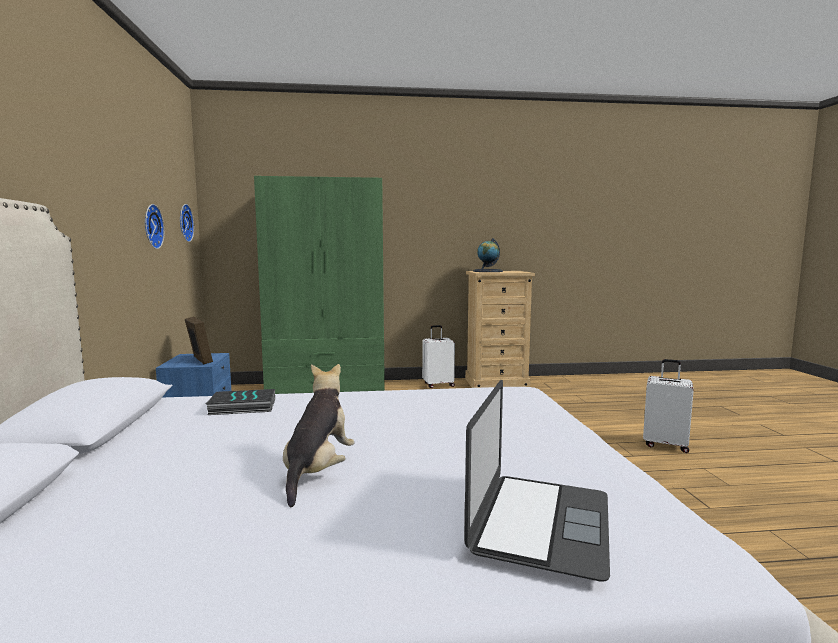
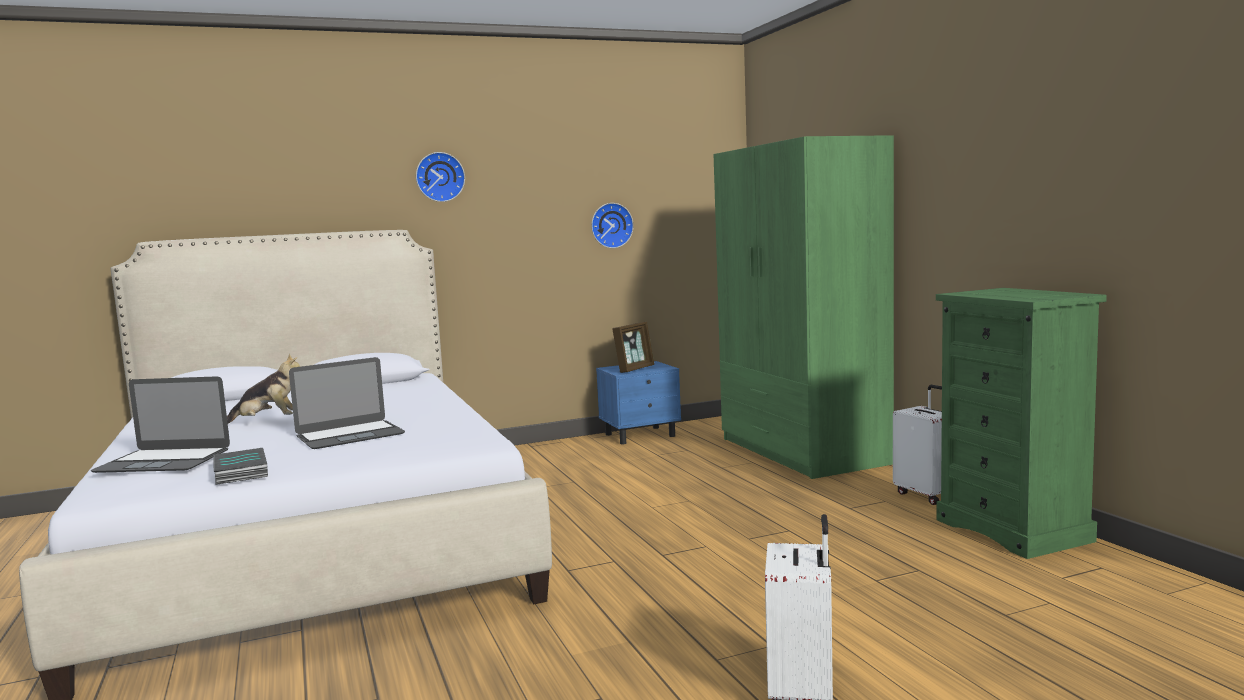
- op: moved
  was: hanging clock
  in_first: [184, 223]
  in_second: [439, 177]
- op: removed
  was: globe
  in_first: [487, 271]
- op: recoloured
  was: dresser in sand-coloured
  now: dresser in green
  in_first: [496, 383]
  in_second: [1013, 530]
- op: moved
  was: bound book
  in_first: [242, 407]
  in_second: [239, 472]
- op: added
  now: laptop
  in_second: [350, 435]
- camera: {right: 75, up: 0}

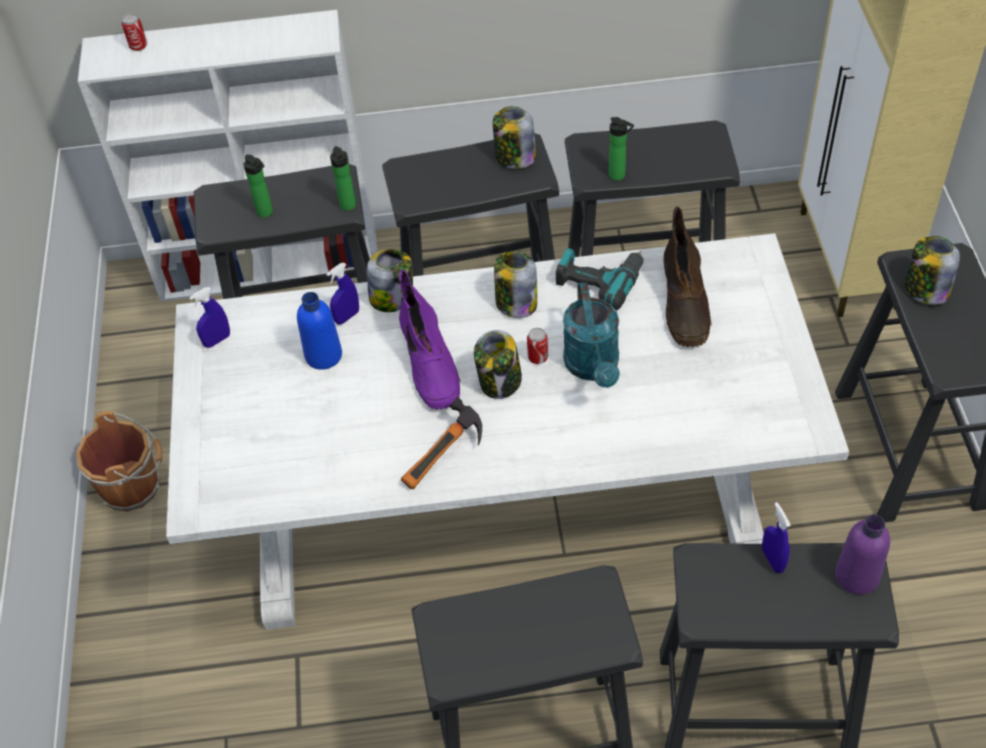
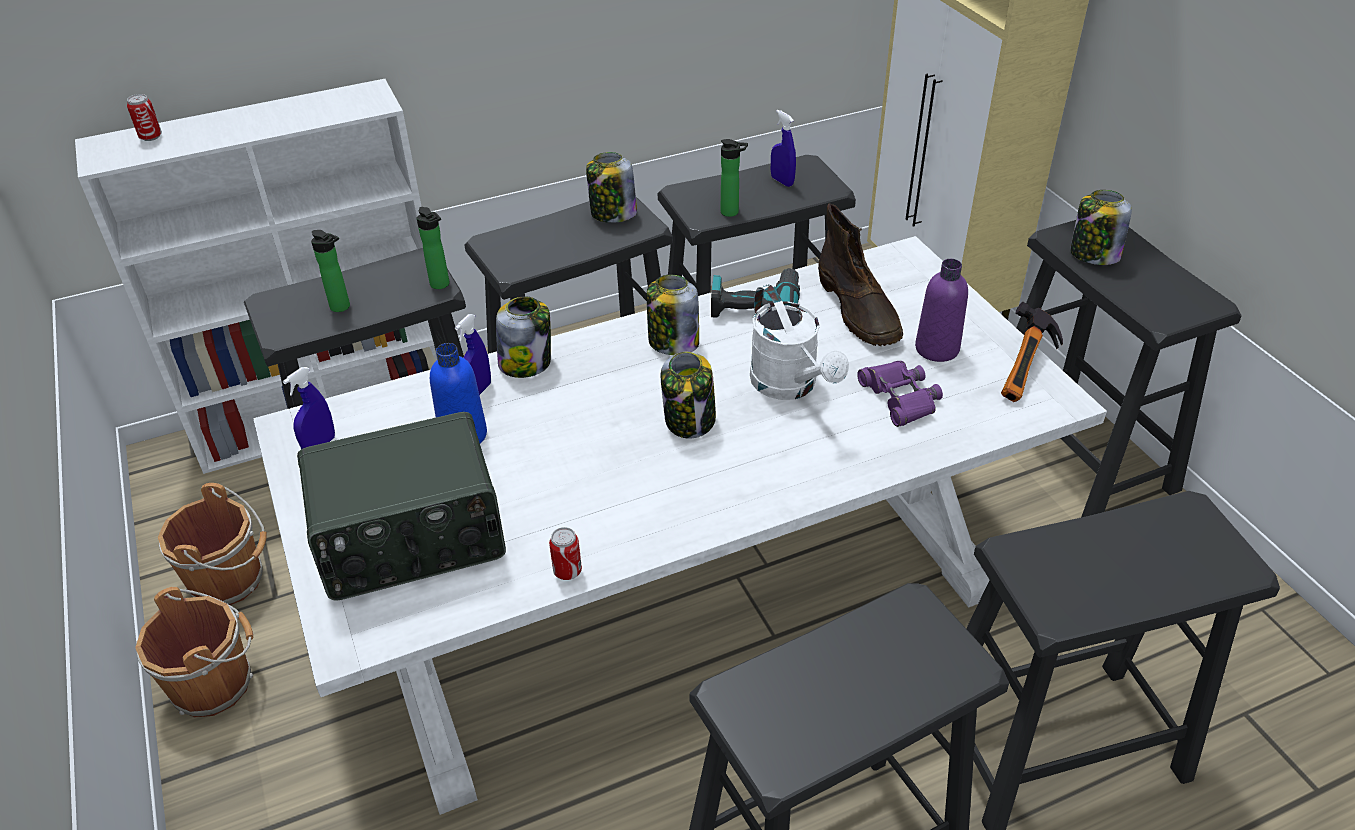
- op: removed
  was: tall boot in purplish
  in_first: [431, 364]
- op: recoloured
  was: sprinkling can in turquoise
  now: sprinkling can in white-coloured
  in_first: [594, 367]
  in_second: [790, 386]
- op: moved
  was: sealed can
  in_first: [538, 358]
  in_second: [567, 571]
- op: moved
  was: tool hammer
  in_first: [446, 460]
  in_second: [1028, 371]
- op: moved
  was: hand sprayer in blue-coloured
  in_first: [772, 560]
  in_second: [782, 181]
- op: moved
  was: bottle in purplish
  in_first: [857, 576]
  in_second: [937, 349]
- op: added
  now: field glasses in purplish
  in_second: [899, 398]
- op: added
  now: radio
  in_second: [411, 539]
- op: added
  now: pail in brownish
  in_second: [231, 580]
- camera: {right: -20, up: -10}

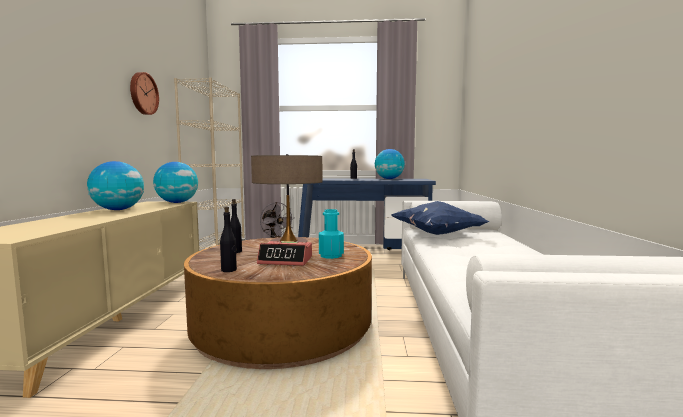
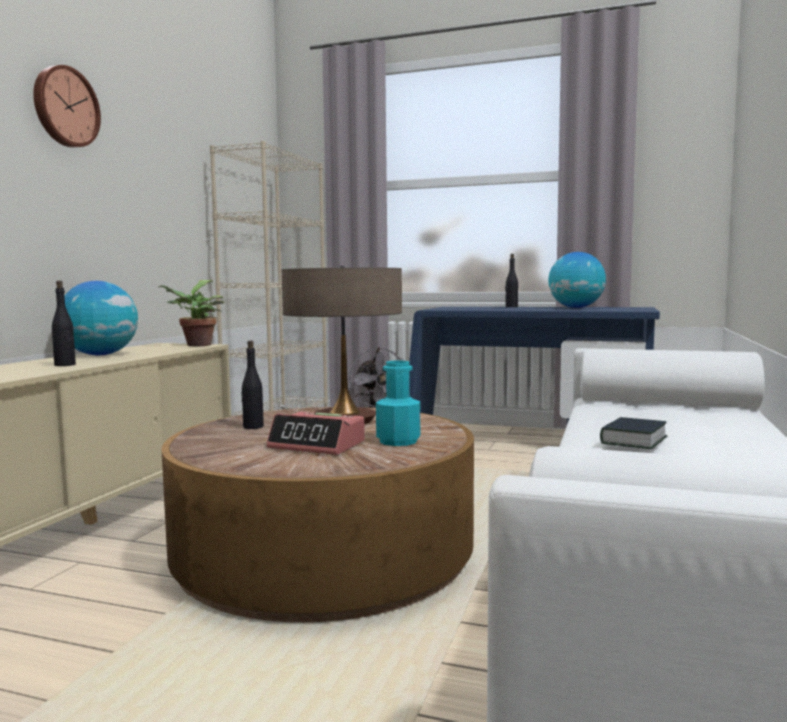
- op: moved
  was: hanging clock
  in_first: [142, 93]
  in_second: [64, 107]
- op: replaced
  was: globe
  now: potted plant
  in_first: [177, 202]
  in_second: [196, 345]
- op: removed
  was: pillow in blue-coloured
  in_first: [437, 234]
- op: moved
  was: bottle in black
  in_first: [229, 270]
  in_second: [65, 365]
- op: added
  now: bound book
  in_second: [633, 440]
- camera: {right: 15, up: 0}

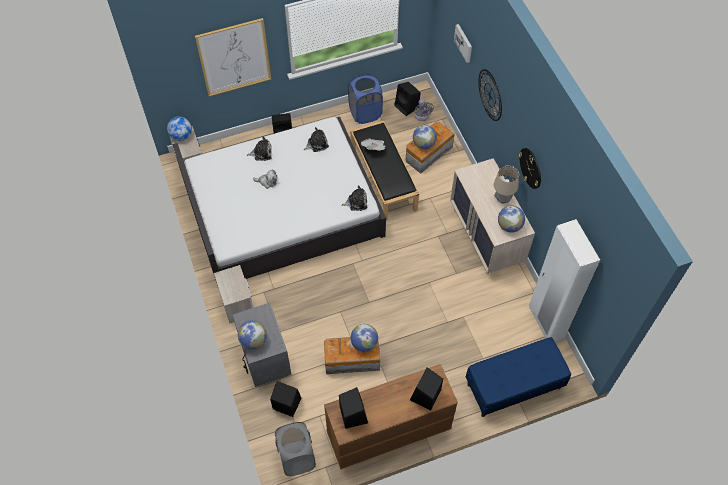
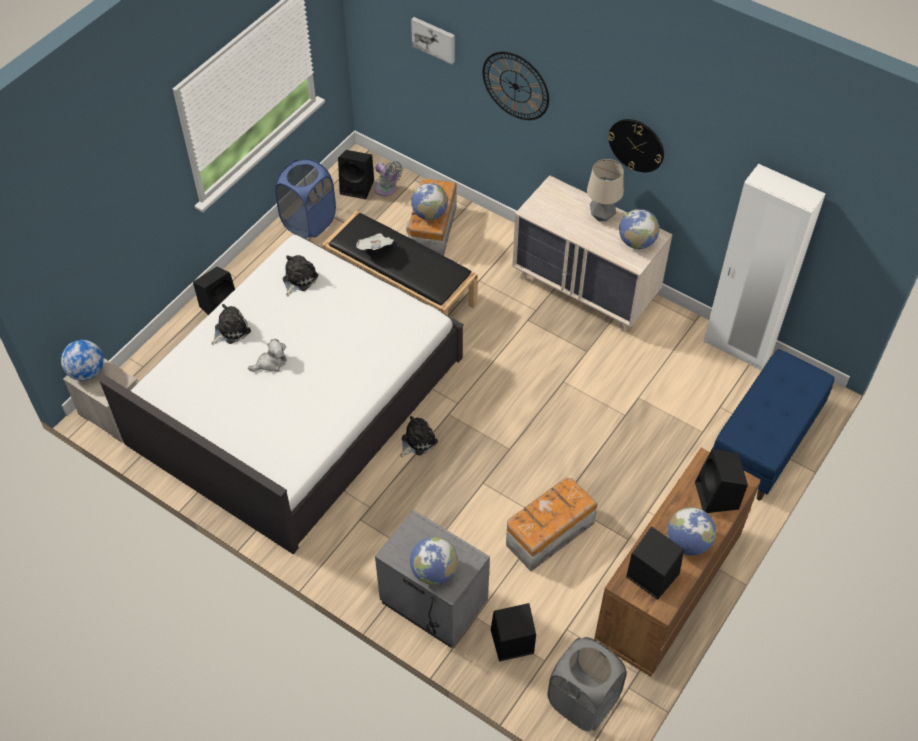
- op: removed
  was: picture
  in_first: [234, 57]
- op: moved
  was: cuddly toy
  in_first: [356, 202]
  in_second: [417, 441]
- op: removed
  was: nightstand
  in_first: [237, 303]
- op: moved
  was: globe
  in_first: [364, 343]
  in_second: [687, 542]
- camera: {right: -35, up: -5}

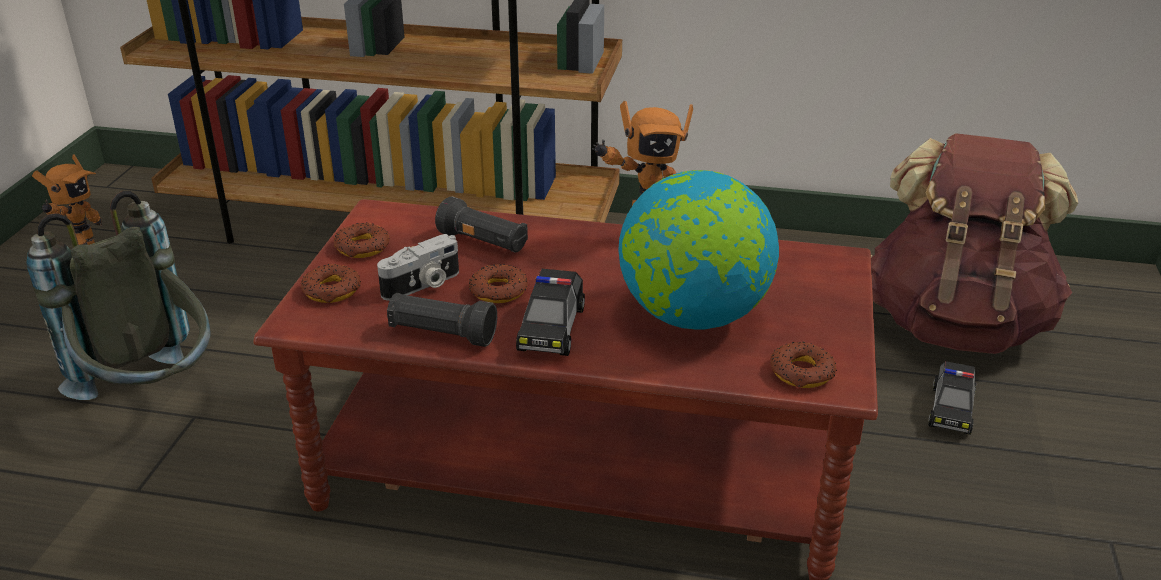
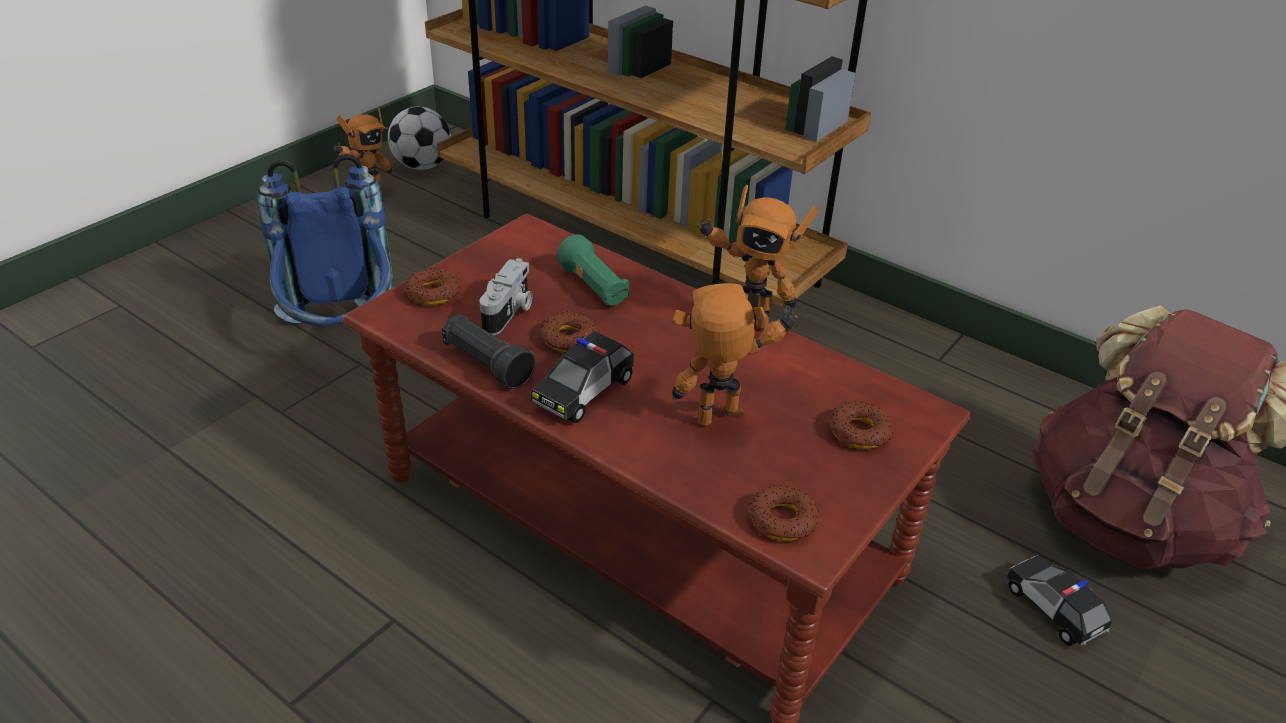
- op: replaced
  was: globe
  now: toy robot
  in_first: [693, 316]
  in_second: [724, 423]
- op: recoloured
  was: backpack in greyish
  now: backpack in blue-coloured
  in_first: [153, 397]
  in_second: [342, 336]
- op: recoloured
  was: hand torch in black
  now: hand torch in green
  in_first: [484, 243]
  in_second: [594, 287]
- op: moved
  was: doughnut
  in_first: [362, 247]
  in_second: [859, 432]
- op: turned
  was: photo camera
  in_first: [423, 285]
  in_second: [509, 312]
  clockwise: -60
- op: turned
  was: model car
  in_first: [951, 410]
  in_second: [1054, 610]
  clockwise: 105
- op: added
  now: ball for football
  in_second: [422, 166]
- camera: {right: 25, up: 5}

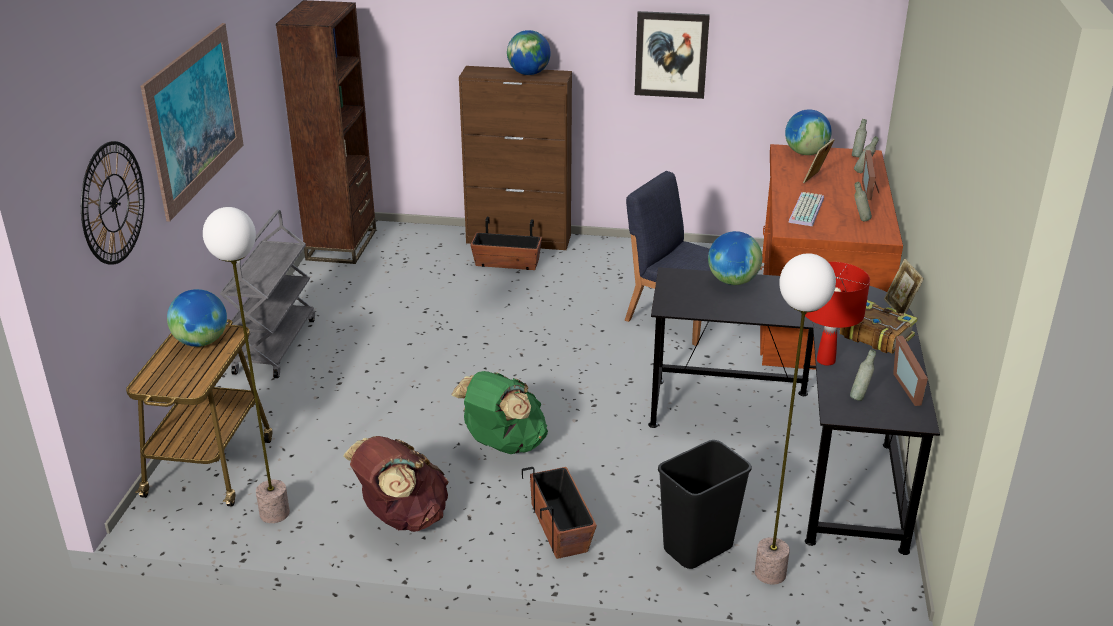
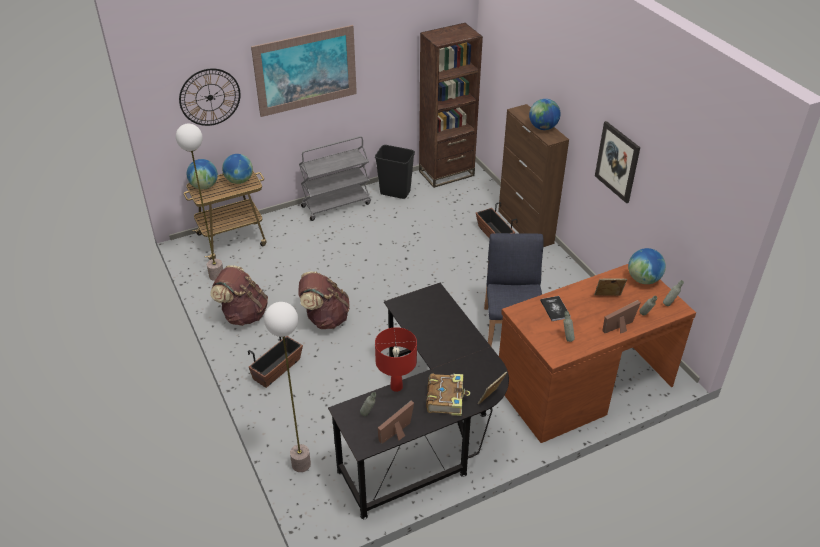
- op: replaced
  was: computer keyboard
  now: bound book
  in_first: [805, 209]
  in_second: [555, 309]
- op: moved
  was: globe
  in_first: [732, 281]
  in_second: [204, 186]
- op: recoloured
  was: backpack in green
  now: backpack in brownish
  in_first: [503, 445]
  in_second: [325, 318]
- op: moved
  was: trash can in black
  in_first: [698, 549]
  in_second: [394, 192]
- camera: {right: 55, up: 10}

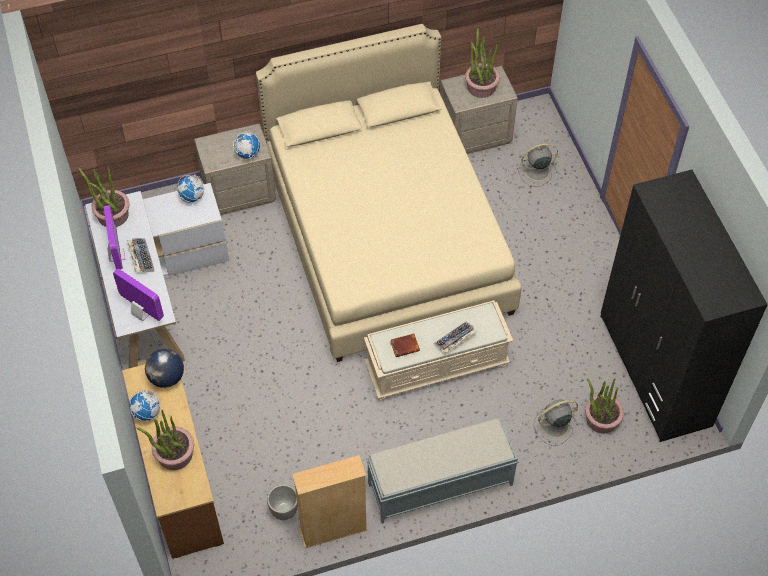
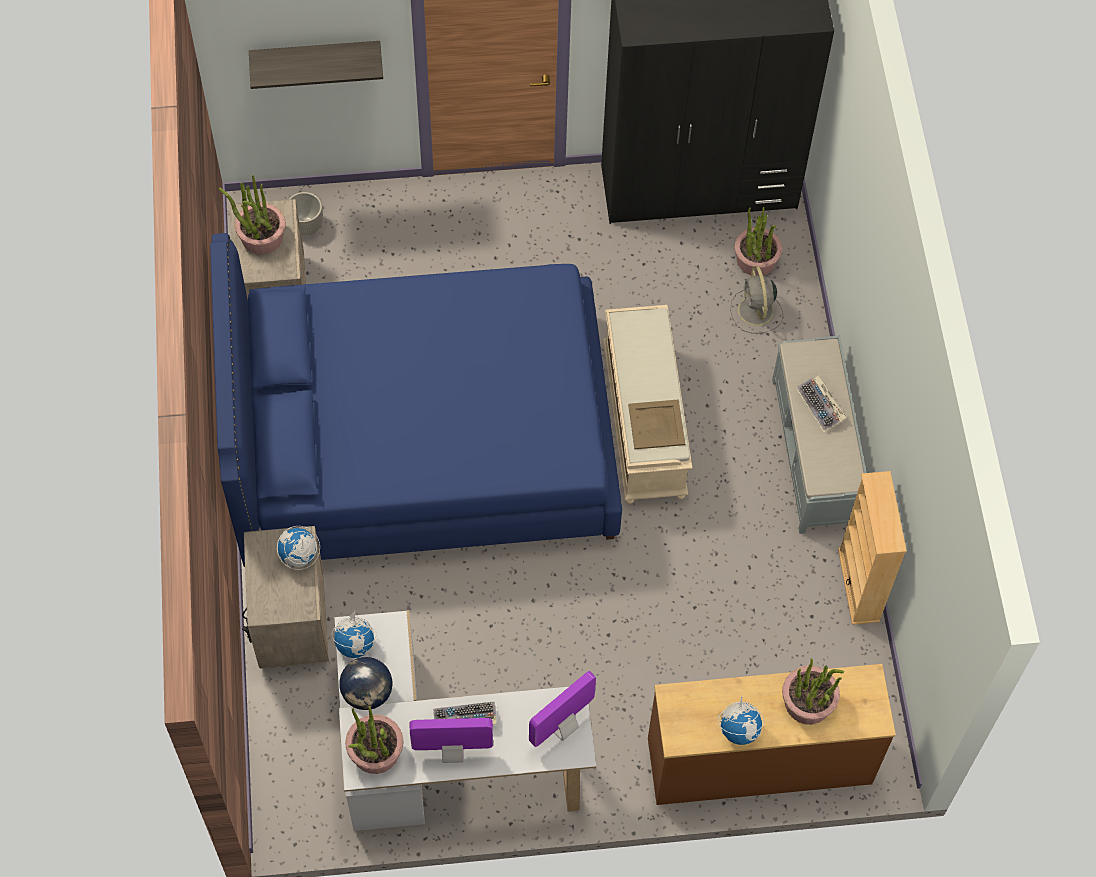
- op: recoloured
  was: sleeping bed in sand-coloured
  now: sleeping bed in blue-coloured
  in_first: [386, 237]
  in_second: [422, 441]
- op: removed
  was: electric fan in greyish
  in_first: [536, 171]
- op: moved
  was: computer keyboard
  in_first: [455, 340]
  in_second: [821, 406]
- op: replaced
  was: bound book in brownish
  now: tray in sand-coloured
  in_first: [405, 346]
  in_second: [656, 424]
- op: moved
  was: globe
  in_first: [167, 378]
  in_second: [367, 693]
- op: moved
  was: planter
  in_first: [284, 511]
  in_second: [307, 227]
- op: added
  now: shelf
  in_second: [316, 57]
- camera: {right: -80, up: 5}

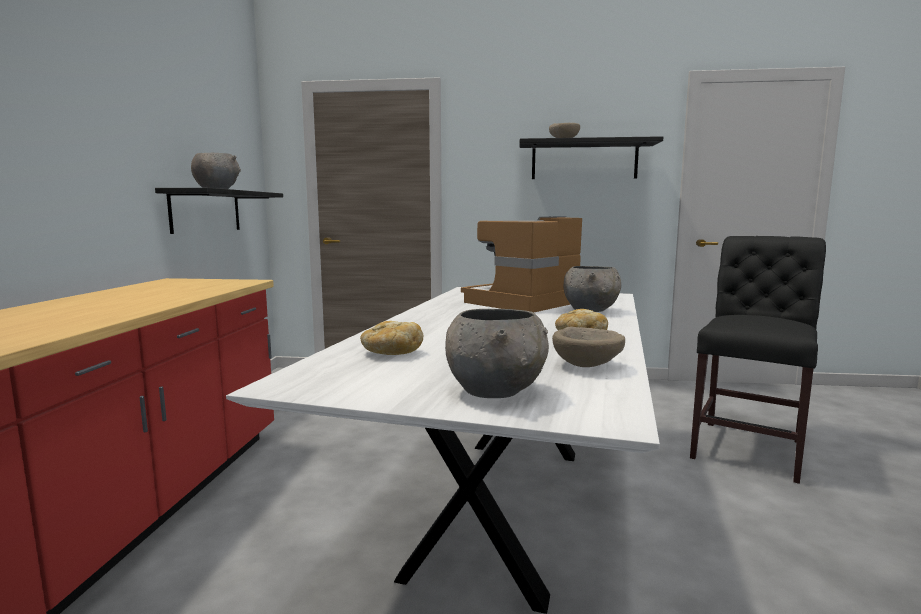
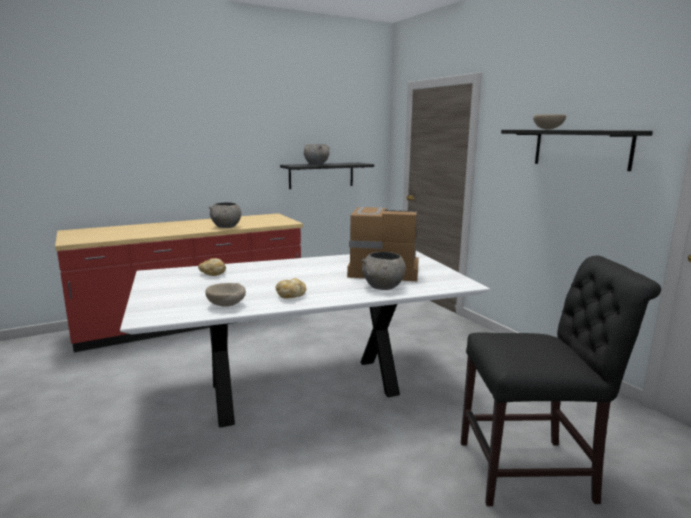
- op: moved
  was: bowl in greyish
  in_first: [496, 391]
  in_second: [226, 227]
- camera: {right: 55, up: 5}

